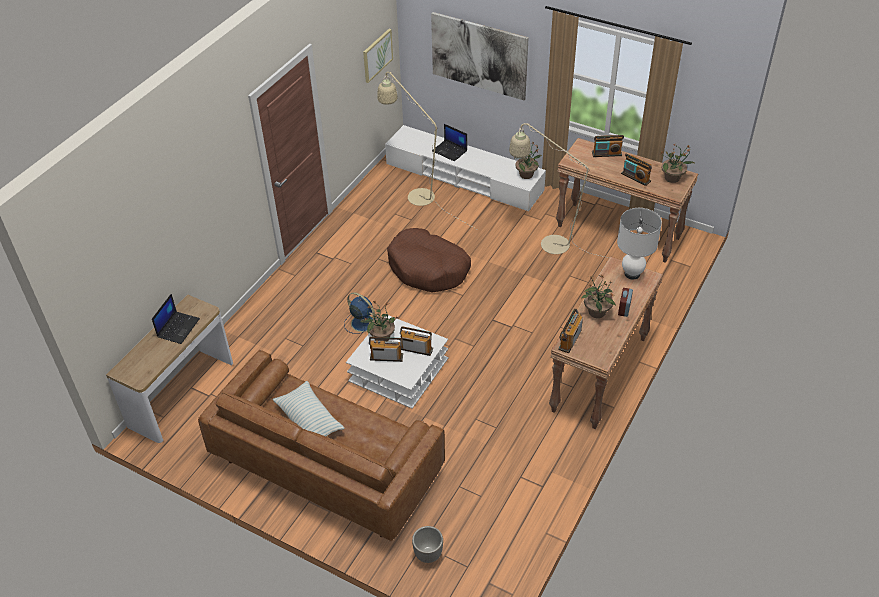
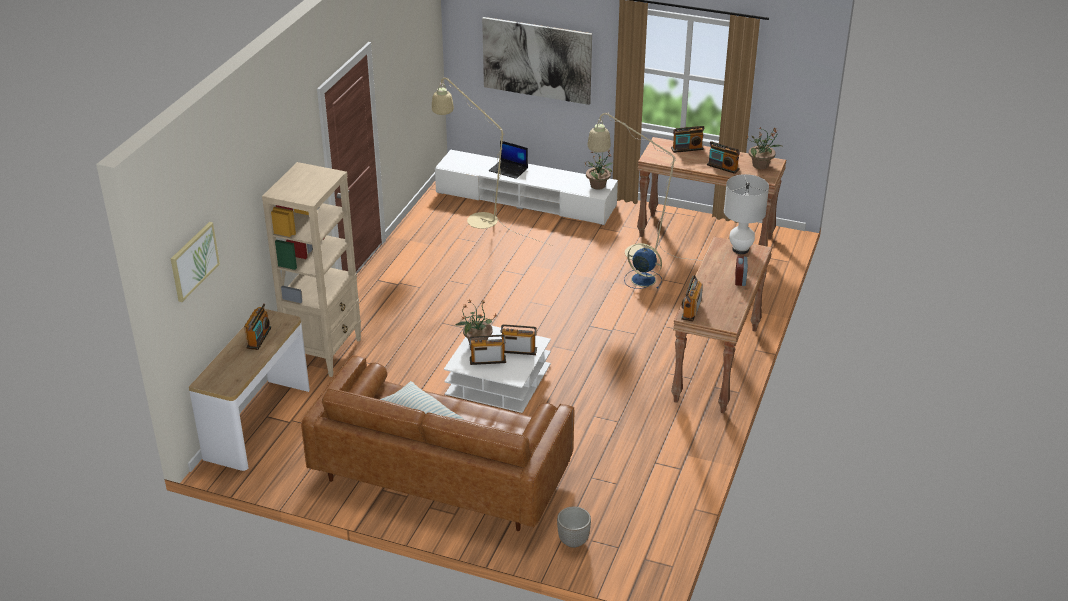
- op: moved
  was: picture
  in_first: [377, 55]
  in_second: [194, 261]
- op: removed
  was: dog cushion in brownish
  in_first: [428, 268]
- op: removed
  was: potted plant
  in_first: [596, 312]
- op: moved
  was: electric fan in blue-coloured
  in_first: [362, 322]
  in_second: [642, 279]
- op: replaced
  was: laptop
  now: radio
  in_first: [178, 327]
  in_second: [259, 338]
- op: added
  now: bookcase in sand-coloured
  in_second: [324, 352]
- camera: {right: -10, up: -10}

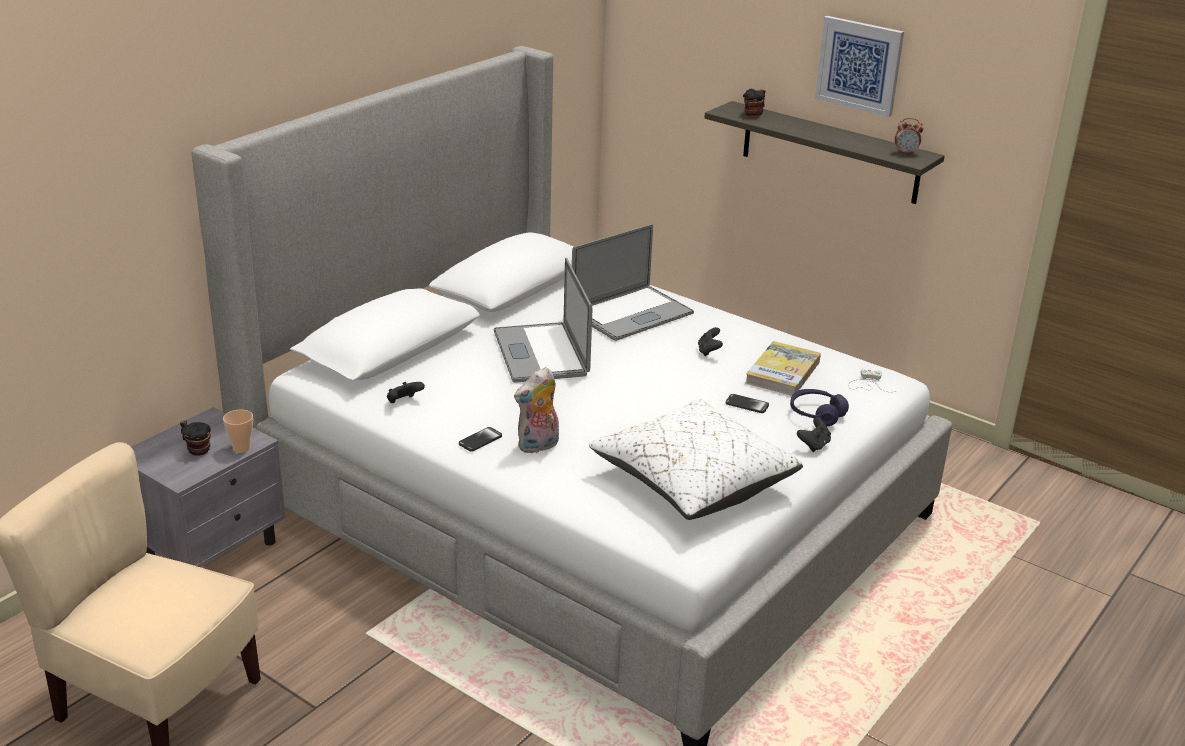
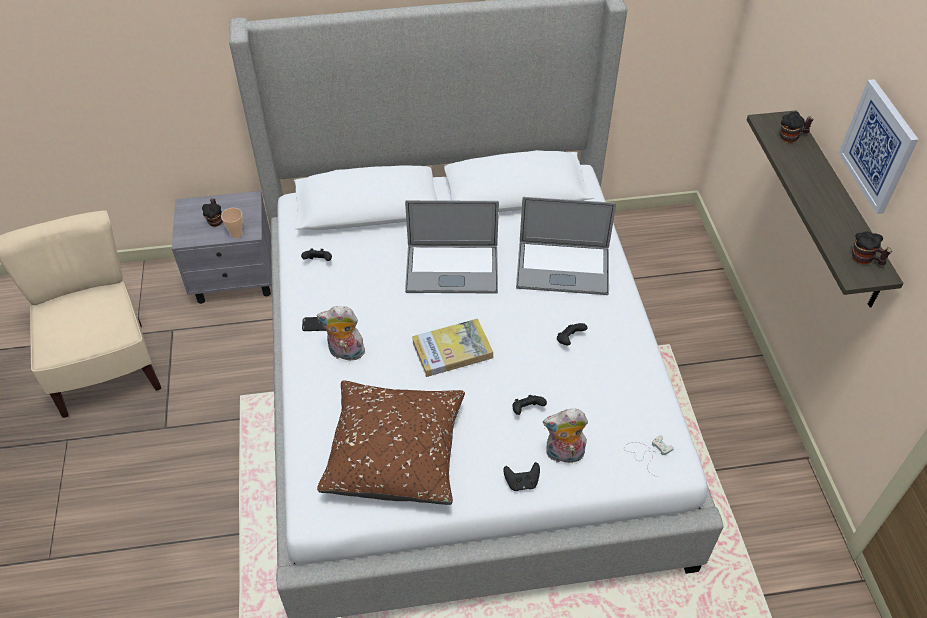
- op: replaced
  was: bedside clock
  now: coffee mug
  in_first: [906, 152]
  in_second: [865, 260]
- op: turned
  was: laptop
  in_first: [541, 353]
  in_second: [452, 269]
  clockwise: -120
- op: moved
  was: bound book
  in_first: [783, 372]
  in_second: [452, 350]
- op: replaced
  was: pair of headphones in purplish
  now: cuddly toy
  in_first: [816, 414]
  in_second: [563, 455]
- op: replaced
  was: handset
  now: gamepad in black
  in_first: [747, 404]
  in_second: [527, 410]
- op: recoloured
  was: pillow in white-coloured
  now: pillow in brownish
  in_first: [692, 481]
  in_second: [395, 454]
- camera: {right: 45, up: 20}

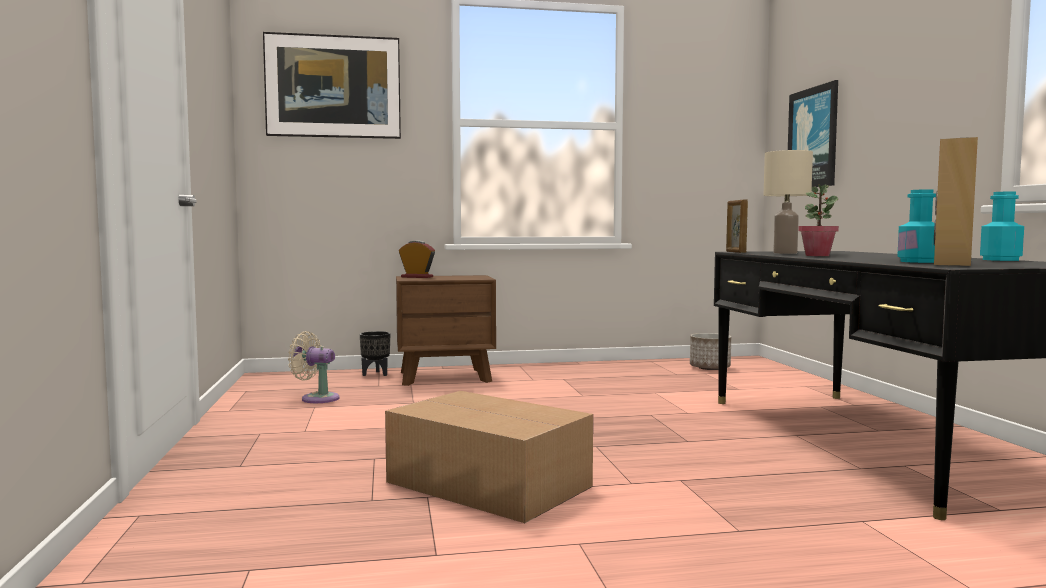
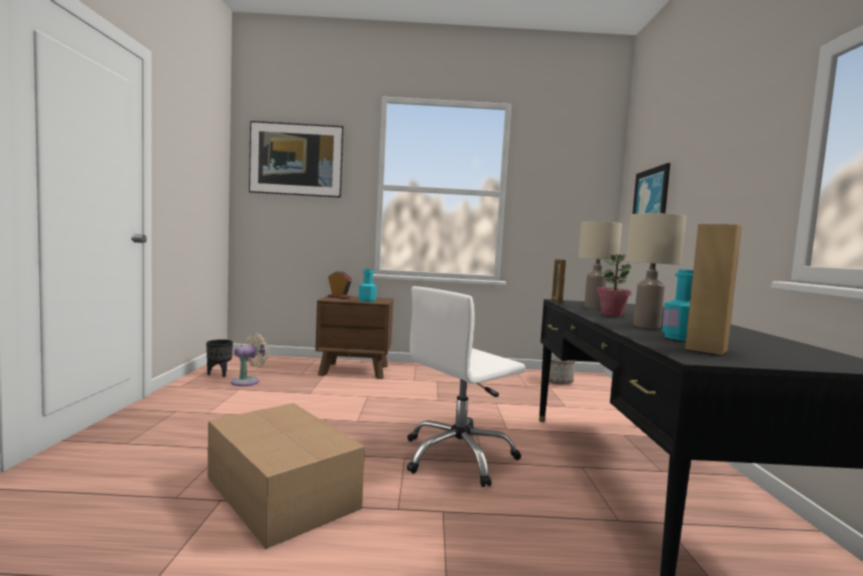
- op: moved
  was: bottle in turquoise
  in_first: [1000, 260]
  in_second: [367, 301]
- op: turned
  was: electric fan in sand-coloured
  in_first: [316, 398]
  in_second: [248, 381]
  clockwise: 105
- op: moved
  was: planter in black
  in_first: [376, 374]
  in_second: [219, 374]
- op: added
  now: table lamp in sand-coloured
  in_second: [647, 326]
- op: added
  now: computer chair in white-coloured
  in_second: [459, 457]
- camera: {right: 10, up: 0}

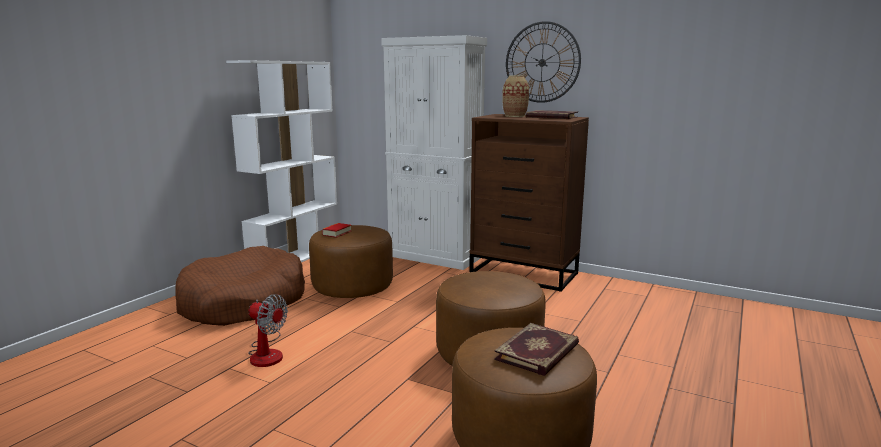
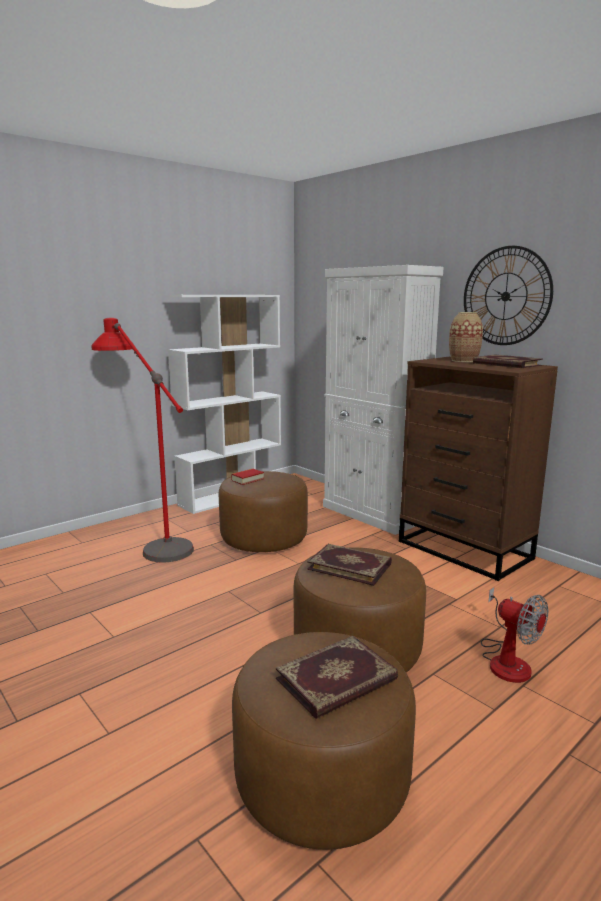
- op: replaced
  was: dog cushion in brownish
  now: standing lamp in red
  in_first: [243, 302]
  in_second: [151, 540]
- op: moved
  was: electric fan
  in_first: [267, 353]
  in_second: [506, 660]
- op: added
  now: bound book
  in_second: [350, 566]
- camera: {right: 20, up: 0}

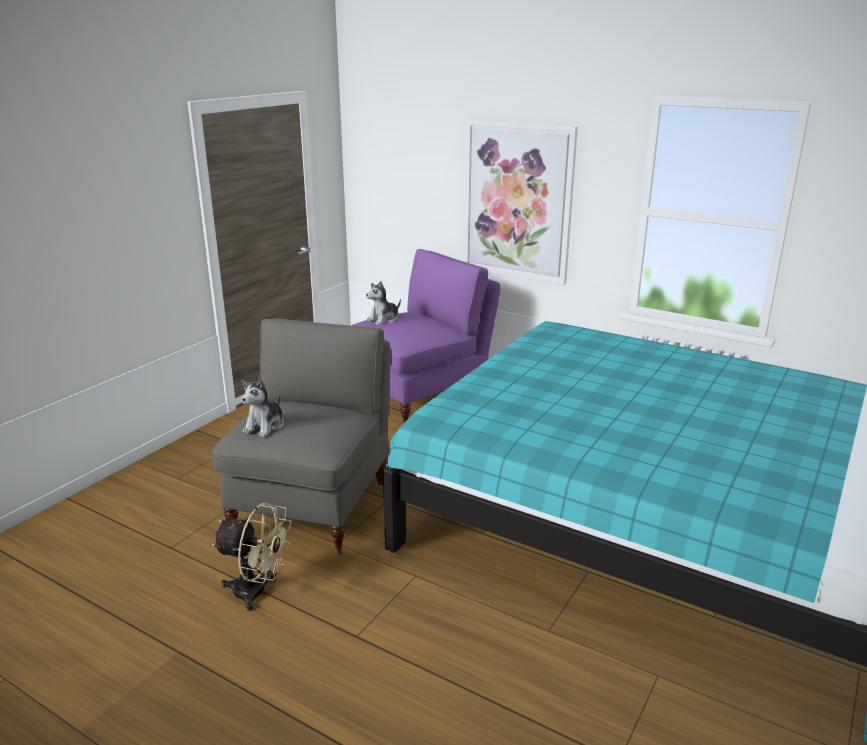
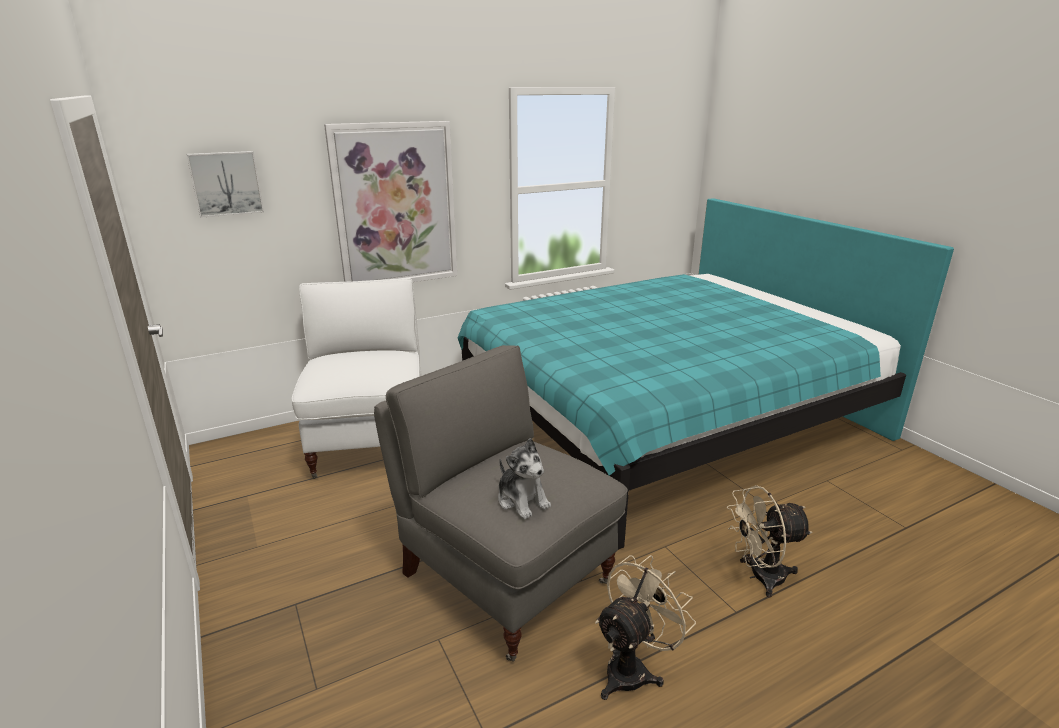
- op: recoloured
  was: lounge chair in purplish
  now: lounge chair in white-coloured
  in_first: [421, 399]
  in_second: [371, 442]
- op: removed
  was: cuddly toy
  in_first: [384, 319]
- op: added
  now: picture
  in_second: [226, 183]
- op: added
  now: electric fan in sand-coloured
  in_second: [759, 577]
- camera: {right: -60, up: 0}

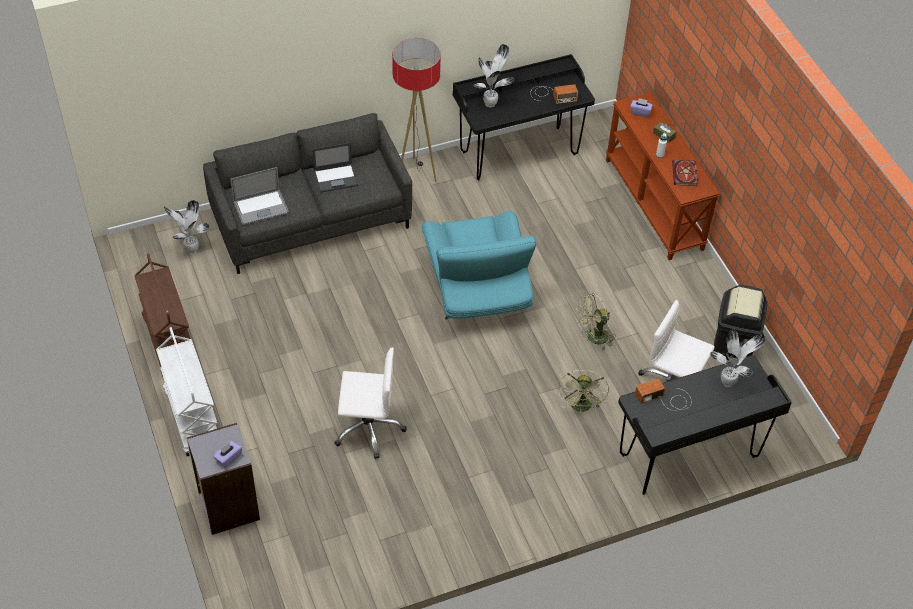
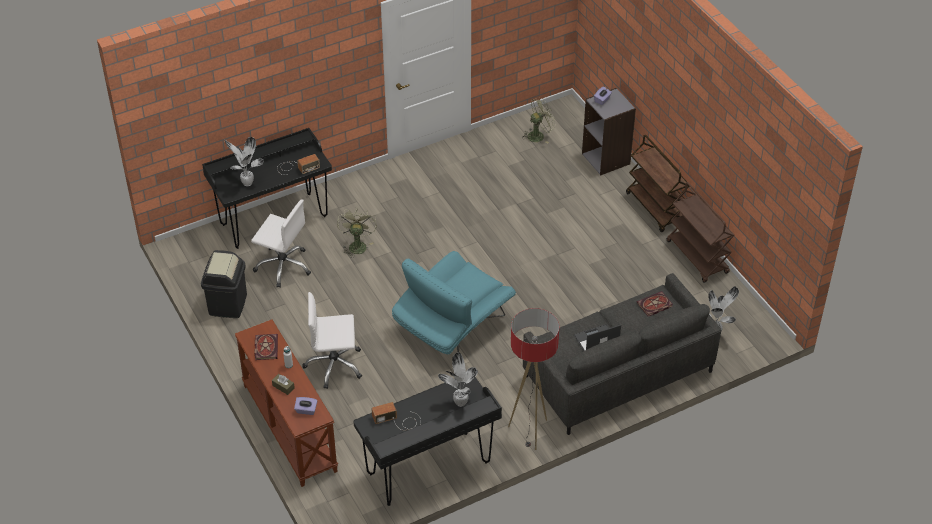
- op: replaced
  was: laptop
  now: bound book
  in_first: [261, 207]
  in_second: [654, 305]
- op: turned
  was: lounge chair in turquoise
  in_first: [477, 289]
  in_second: [452, 326]
  clockwise: -120
- op: moved
  was: electric fan in green
  in_first: [593, 338]
  in_second: [538, 135]
- op: recoloured
  was: trolley in white-coloured
  now: trolley in brownish
  in_first: [192, 417]
  in_second: [656, 208]
- op: moved
  was: computer chair in white-coloured
  in_first: [368, 428]
  in_second: [334, 365]
- camera: {right: 175, up: -5}

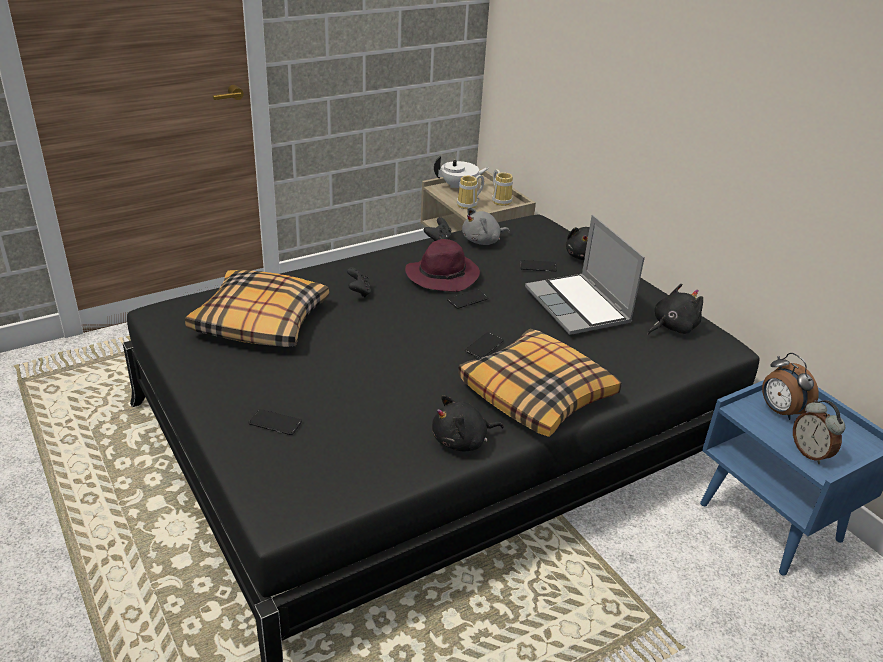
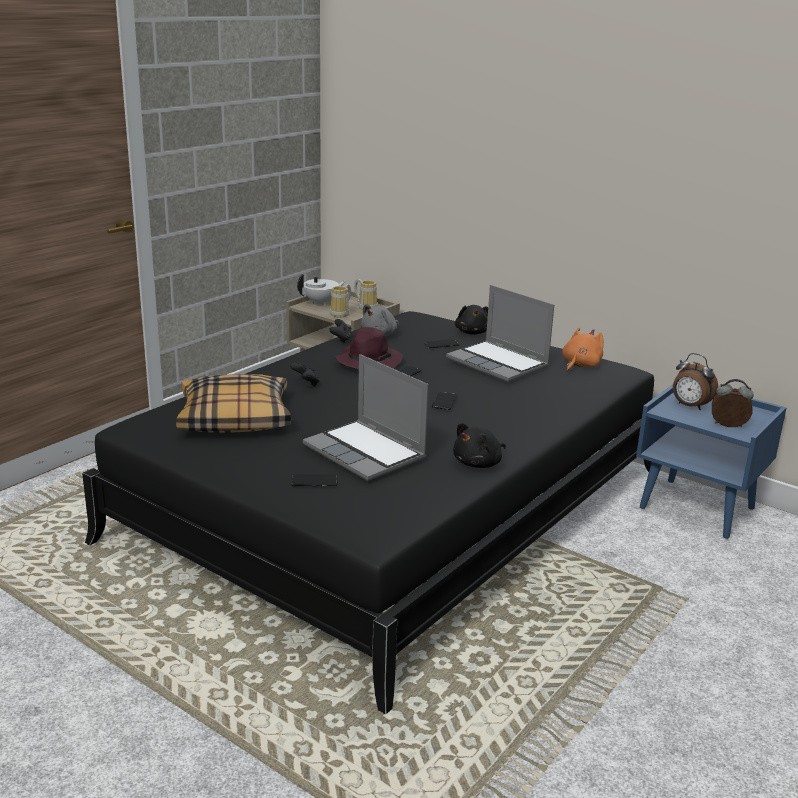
- op: recoloured
  was: cuddly toy in black
  now: cuddly toy in orange
  in_first: [672, 327]
  in_second: [580, 365]
- op: removed
  was: pillow
  in_first: [537, 394]
- op: turned
  was: bedside clock
  in_first: [810, 453]
  in_second: [728, 426]
  clockwise: 150
- op: added
  now: laptop
  in_second: [366, 452]
- camera: {right: -20, up: -10}

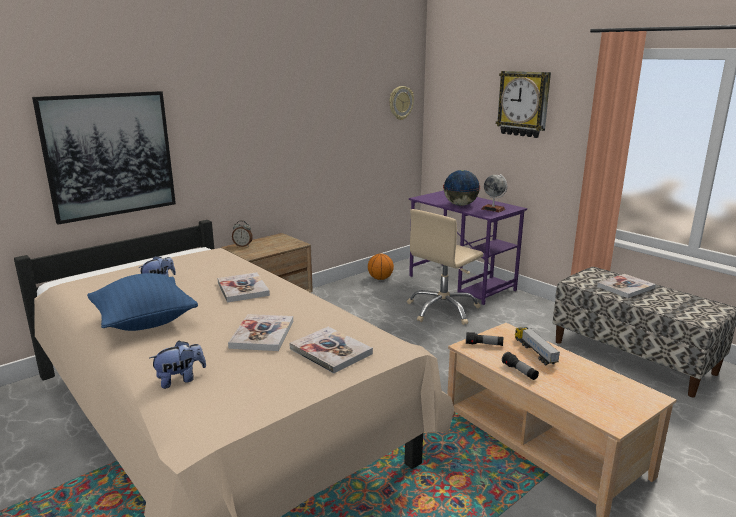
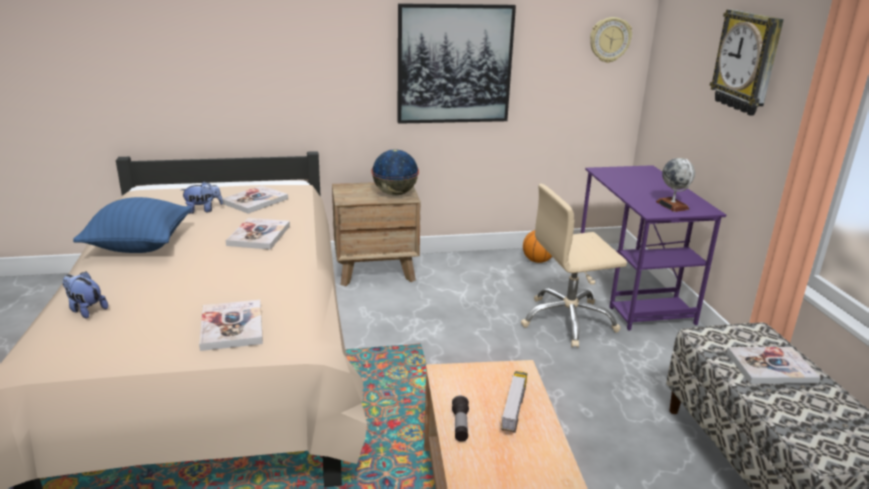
- op: moved
  was: picture
  in_first: [109, 155]
  in_second: [454, 64]
- op: moved
  was: globe
  in_first: [460, 205]
  in_second: [395, 193]
- op: removed
  was: bedside clock
  in_first: [243, 246]
- op: moved
  was: bound book
  in_first: [262, 334]
  in_second: [255, 201]
- op: removed
  was: hand torch
  in_first: [484, 344]
- op: turned
  was: cuddly toy
  in_first: [180, 379]
  in_second: [86, 310]
  clockwise: -150
- camera: {right: 30, up: 5}

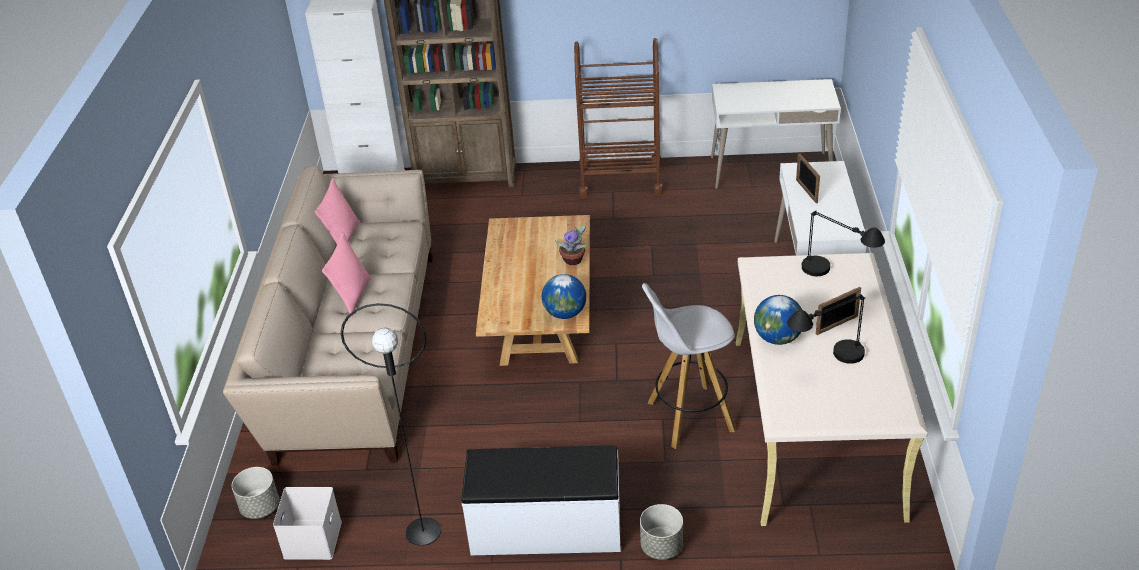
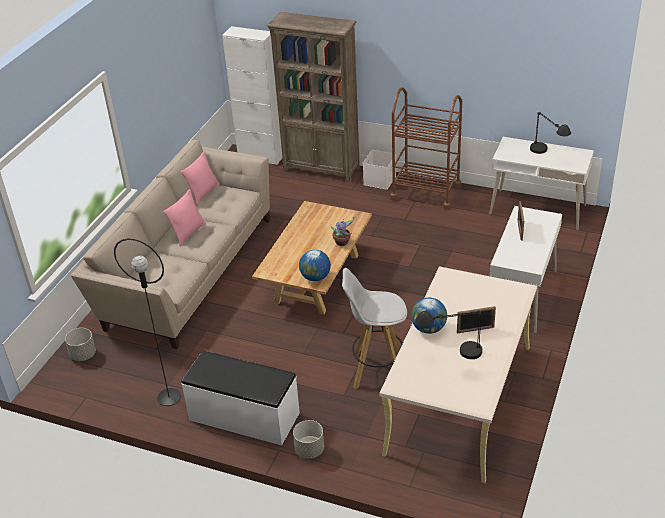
- op: moved
  was: table lamp in black
  in_first: [836, 277]
  in_second: [547, 156]
- op: moved
  was: storage container in white-coloured
  in_first: [313, 540]
  in_second: [380, 180]
- camera: {right: 20, up: 0}

